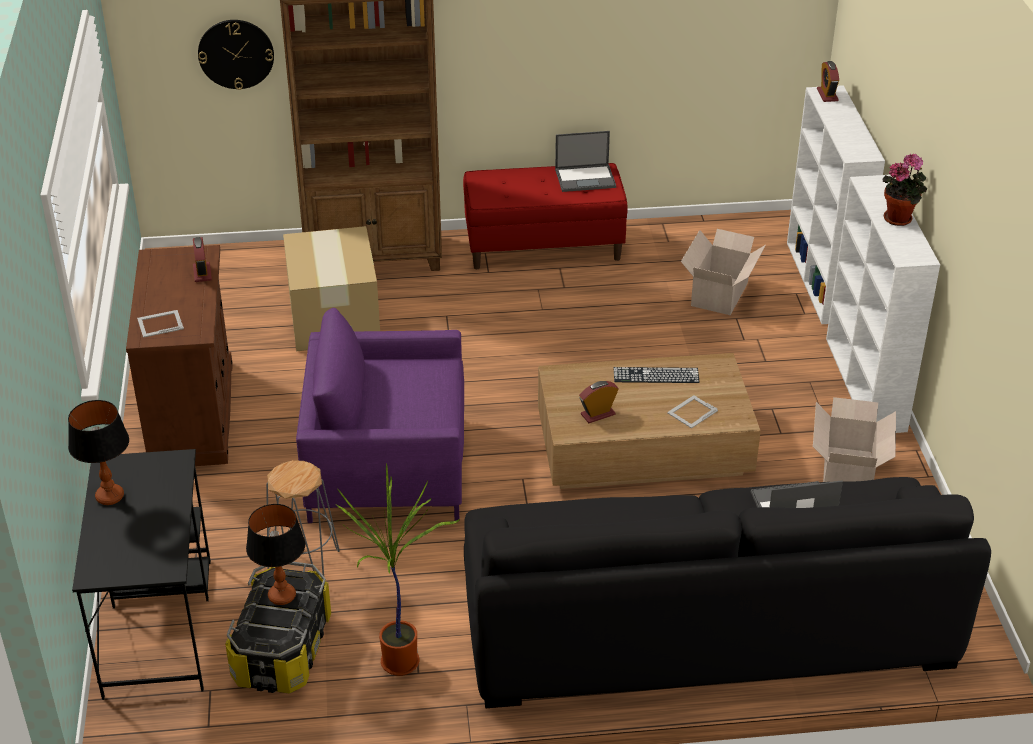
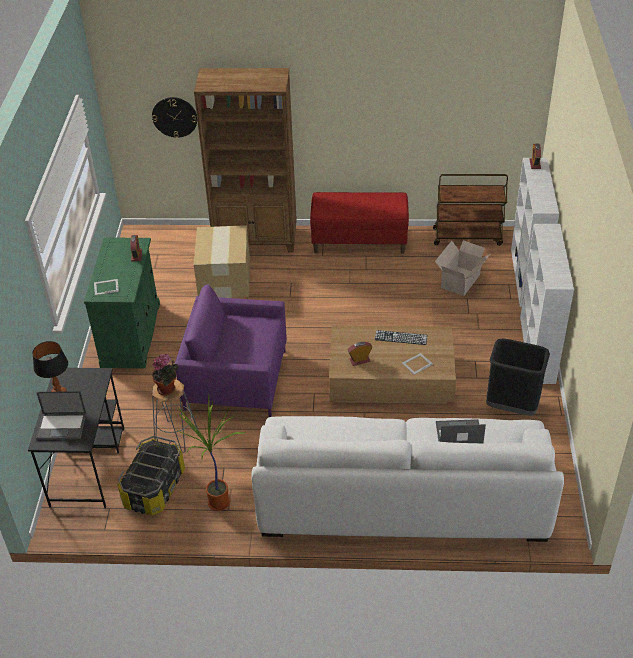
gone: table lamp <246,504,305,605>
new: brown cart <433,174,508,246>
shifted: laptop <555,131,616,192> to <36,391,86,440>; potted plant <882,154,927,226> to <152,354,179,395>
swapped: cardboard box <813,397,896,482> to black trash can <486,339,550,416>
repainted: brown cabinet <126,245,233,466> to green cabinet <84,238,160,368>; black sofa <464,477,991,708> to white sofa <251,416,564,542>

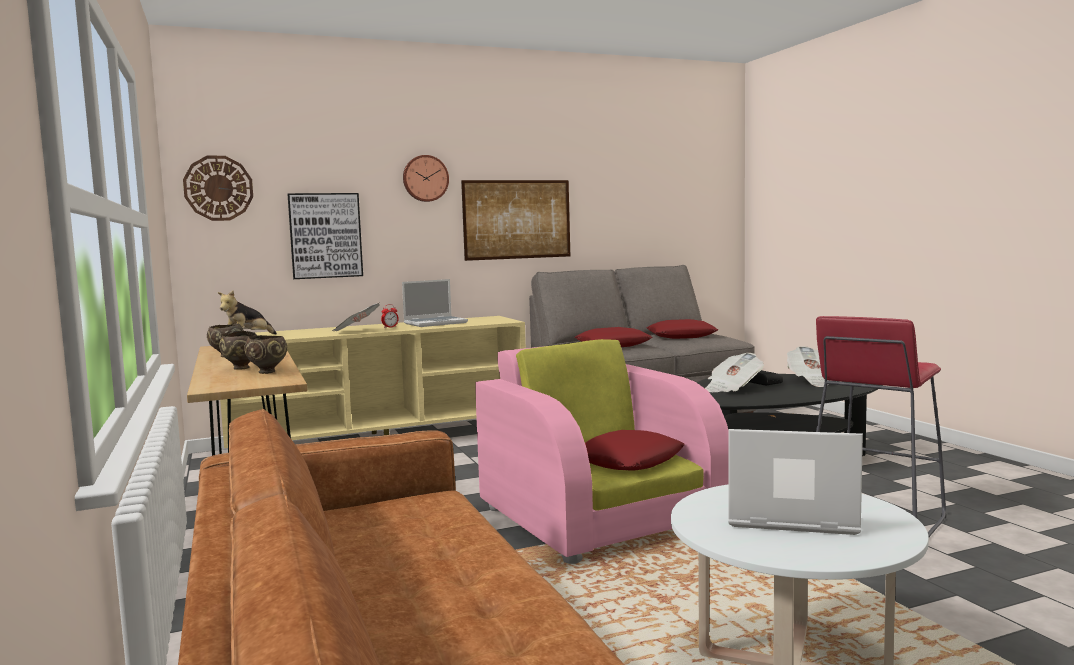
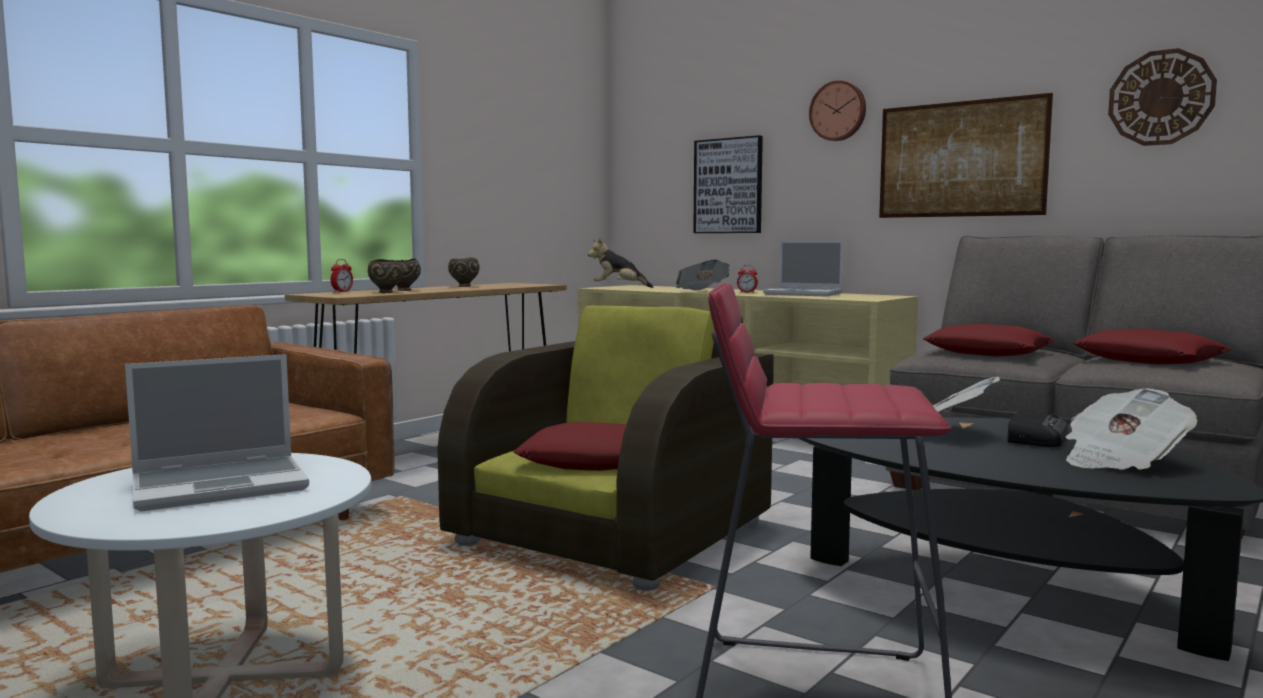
new: alarm clock <331,259,353,292>
shifted: wall clock <183,156,253,221> to <1108,48,1217,146>
repainted: pink armchair <475,339,729,564> to brown armchair <437,305,774,591>
rotated: laptop <729,429,863,535> = <125,354,309,512> 75 degrees clockwise

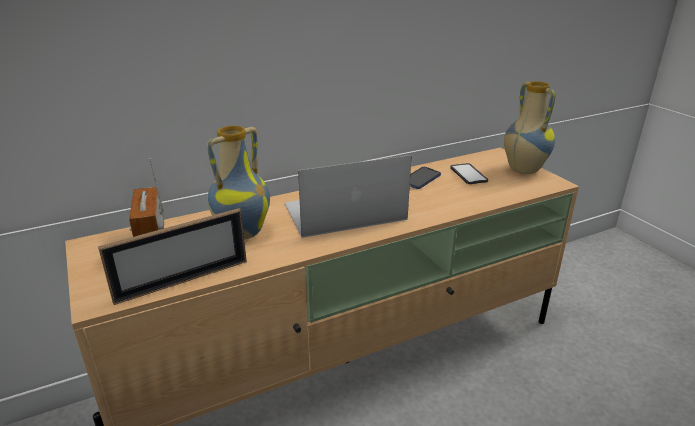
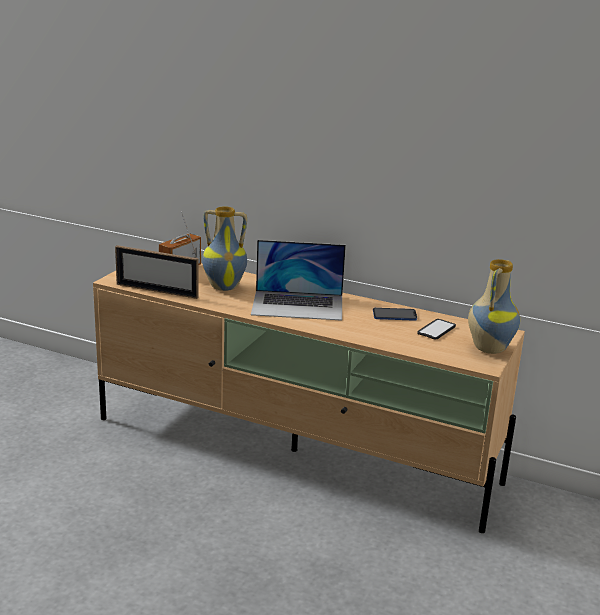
rotated: laptop <284,155,412,238> = <251,240,346,321> 150 degrees clockwise

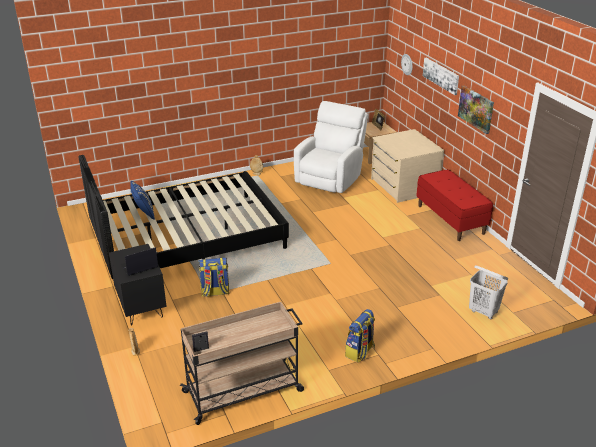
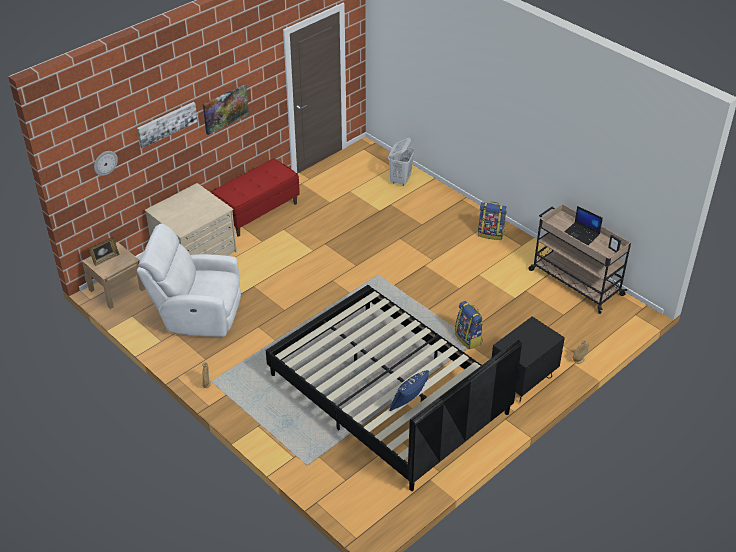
shifted: laptop <121,247,158,276> to <564,206,603,245>

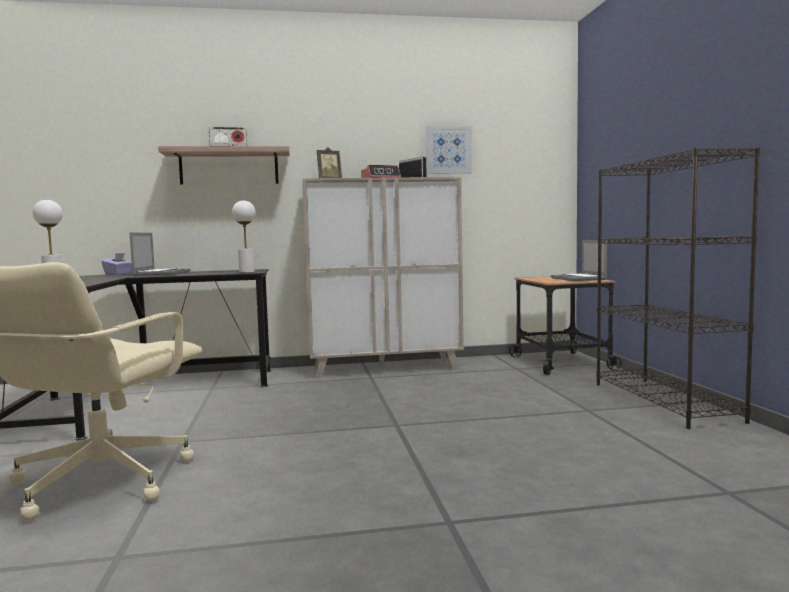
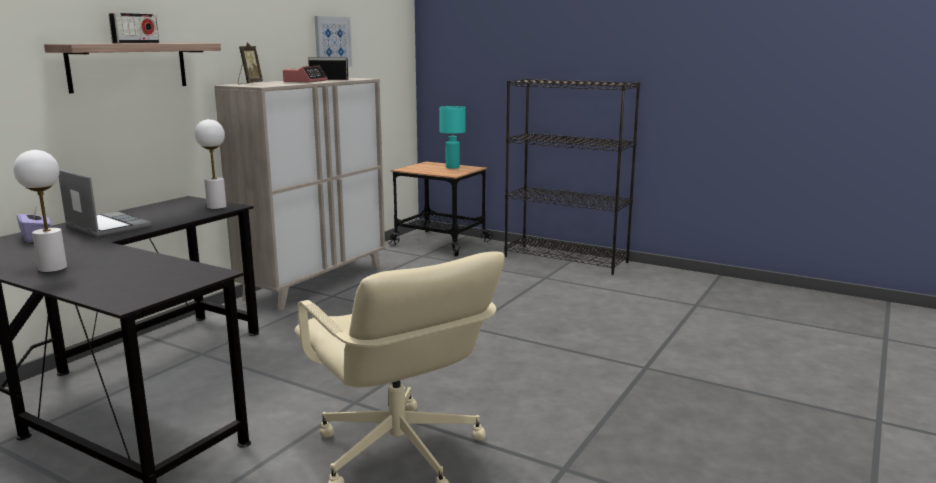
swapped: laptop <551,240,607,281> to turquoise table lamp <439,106,466,169>

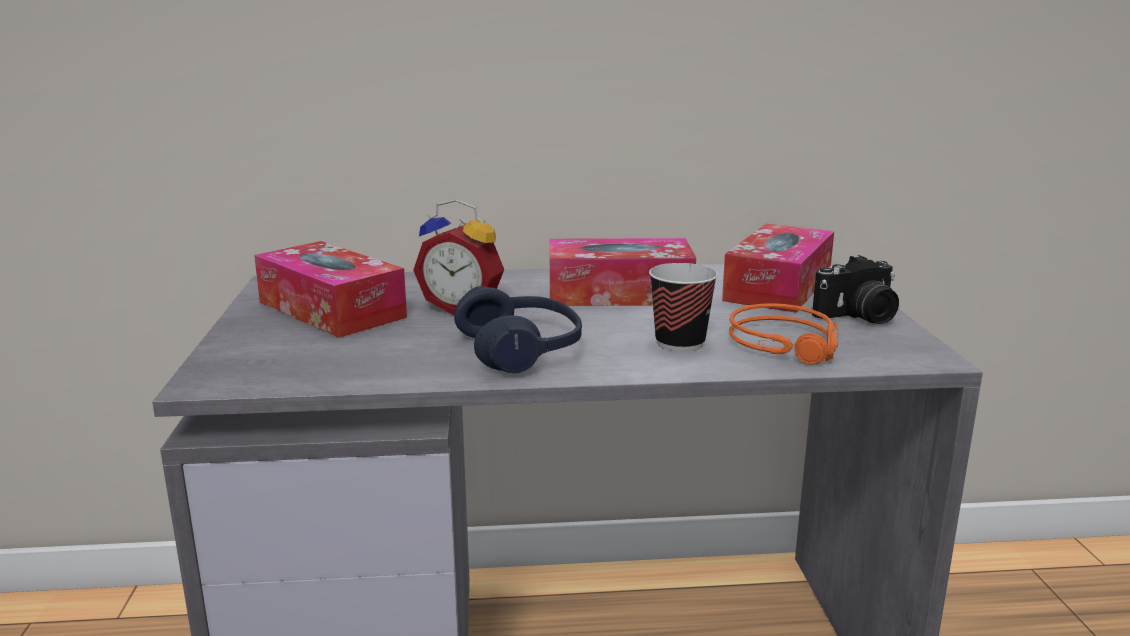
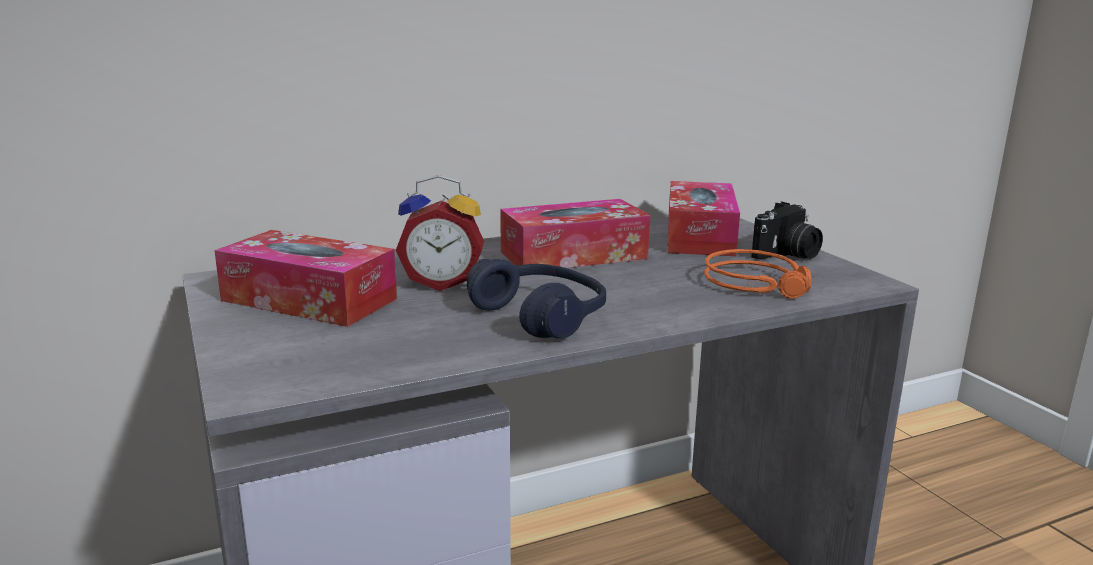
gone: cup <649,263,718,352>

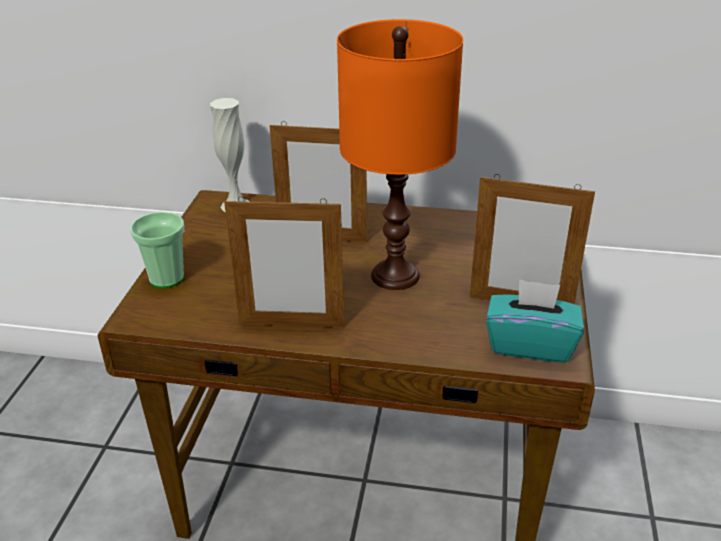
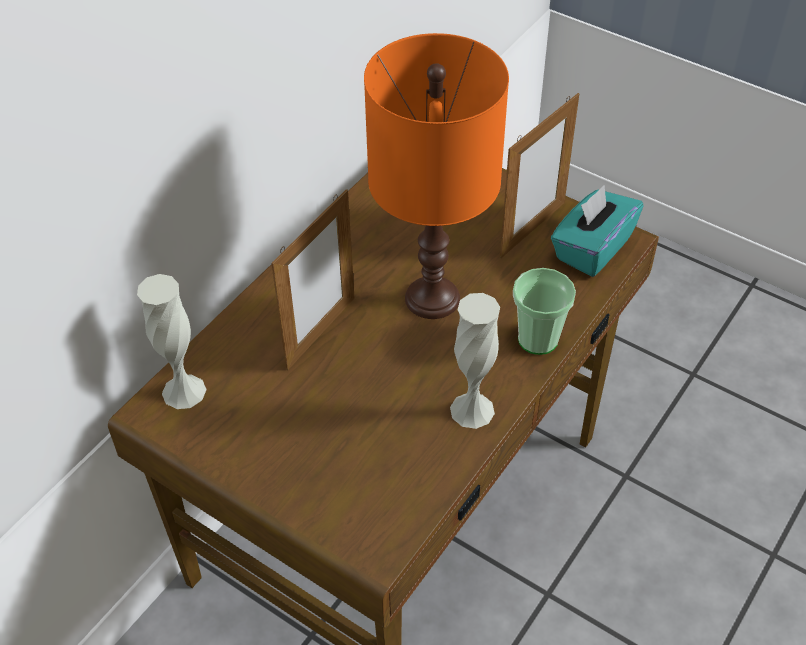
shifted: cup <130,212,184,288> to <513,268,576,355>
swapped: picture frame <224,197,344,328> to white vase <450,293,500,429>

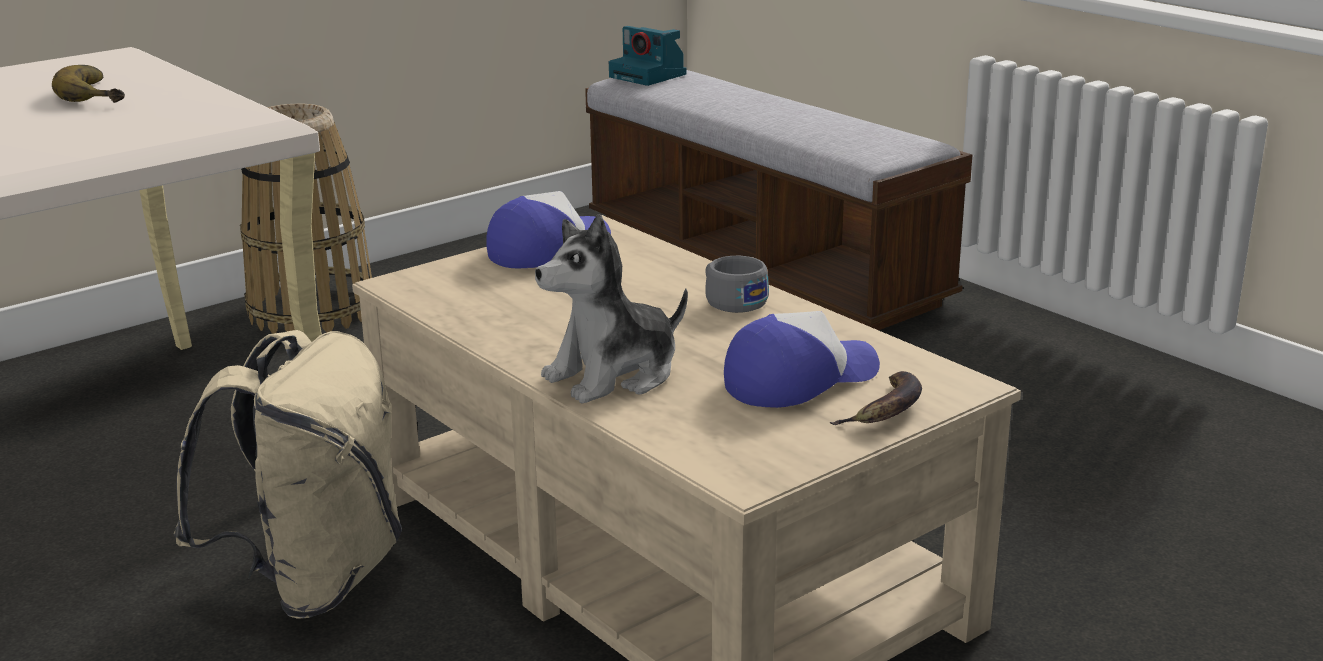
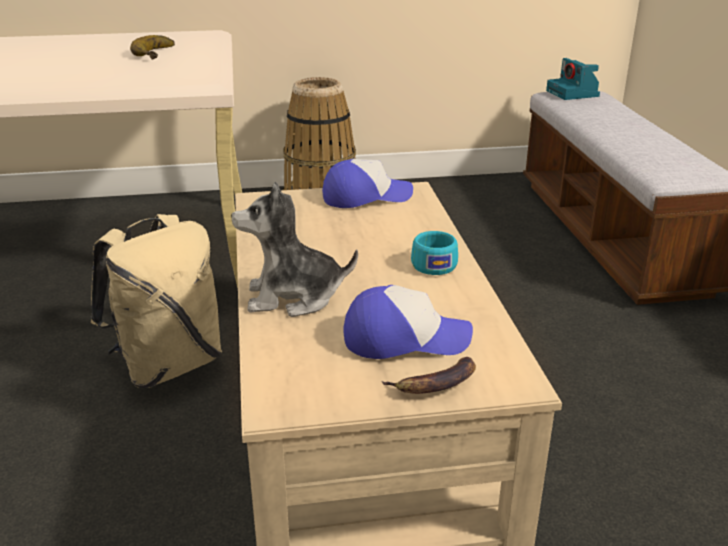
repainted: grey cup <705,256,769,313> to turquoise cup <411,231,458,275>

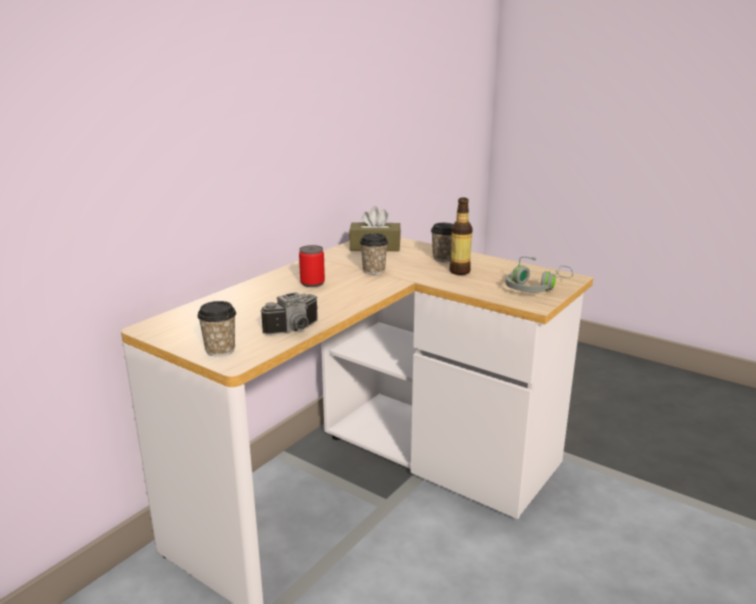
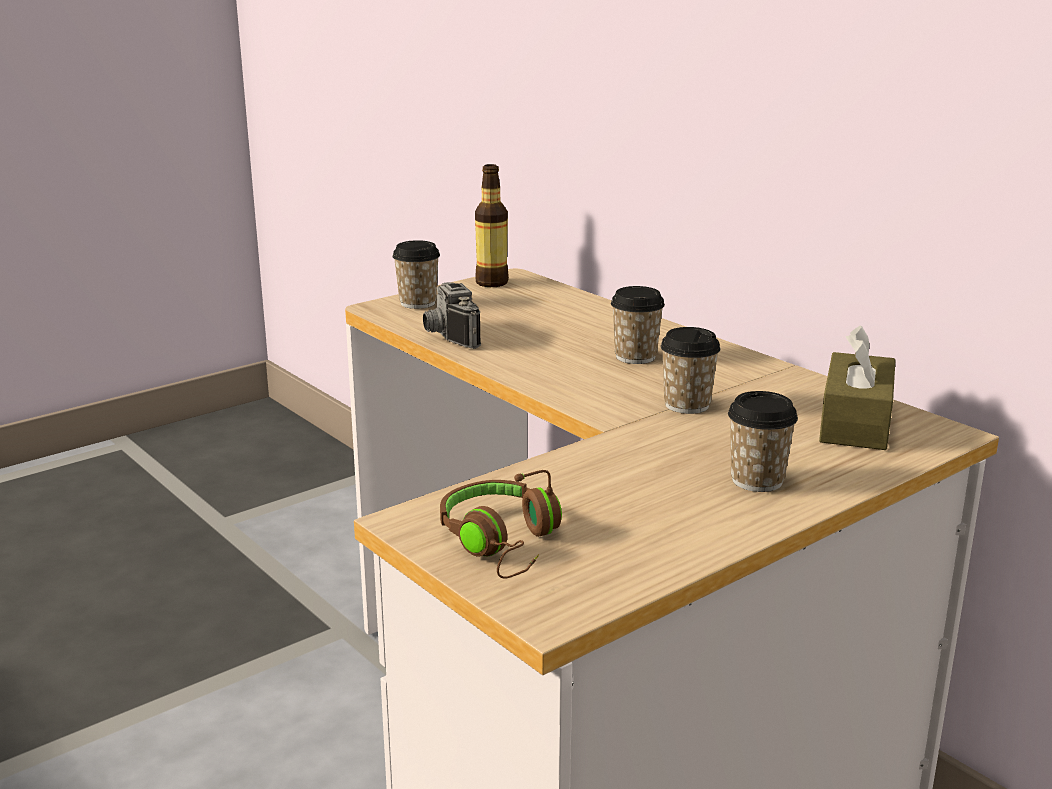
shifted: bottle <449,198,473,275> to <475,164,509,287>
swapped: can <299,245,325,287> to cup <611,286,665,364>
repainted: grey headphones <505,256,573,292> to brown headphones <440,470,562,579>

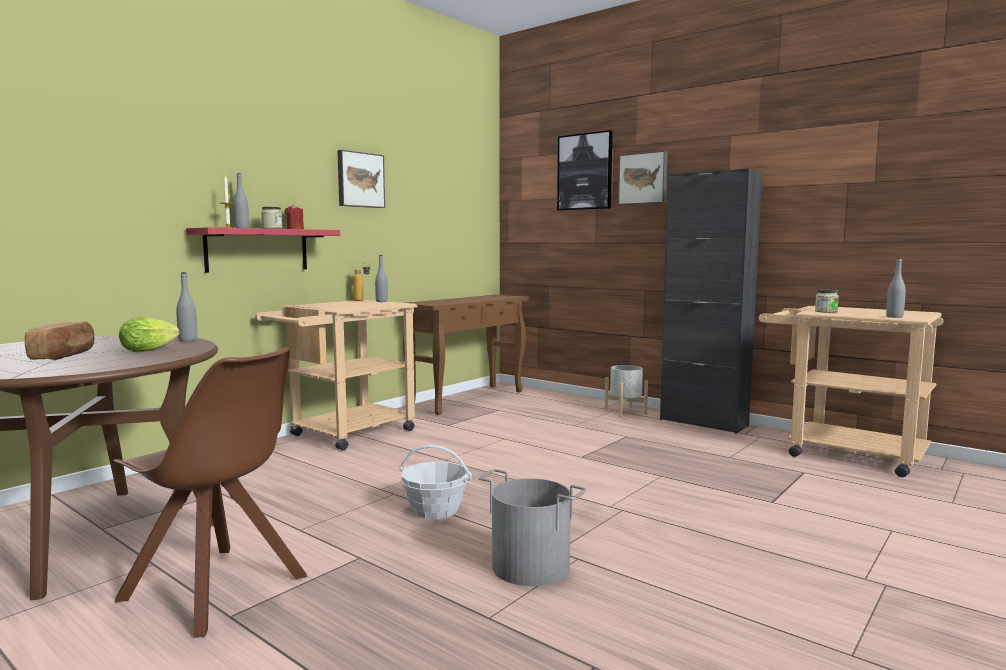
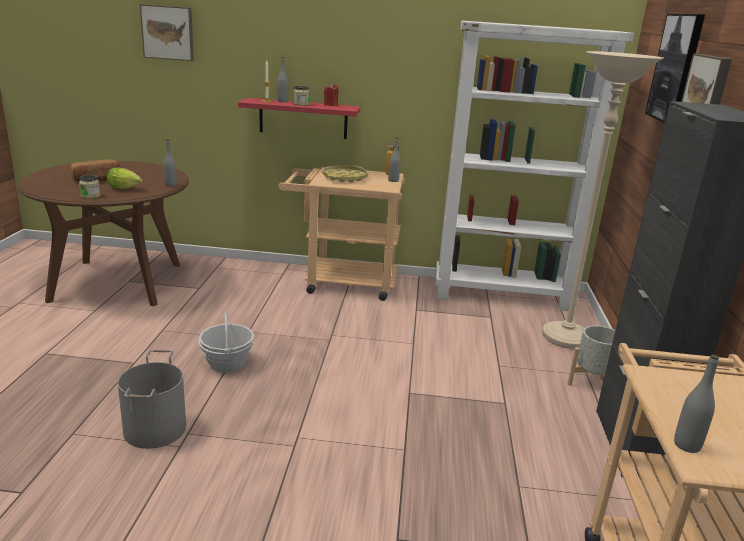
gone: brown chair <113,347,307,638>
new: beige floor lamp <542,51,664,349>; yellow tray <322,165,368,183>
shifted: picture <337,150,385,208> to <140,4,194,61>; jar <815,289,839,313> to <79,175,101,199>
swapped: brown console table <403,295,529,415> to white bookcase <436,21,634,311>

